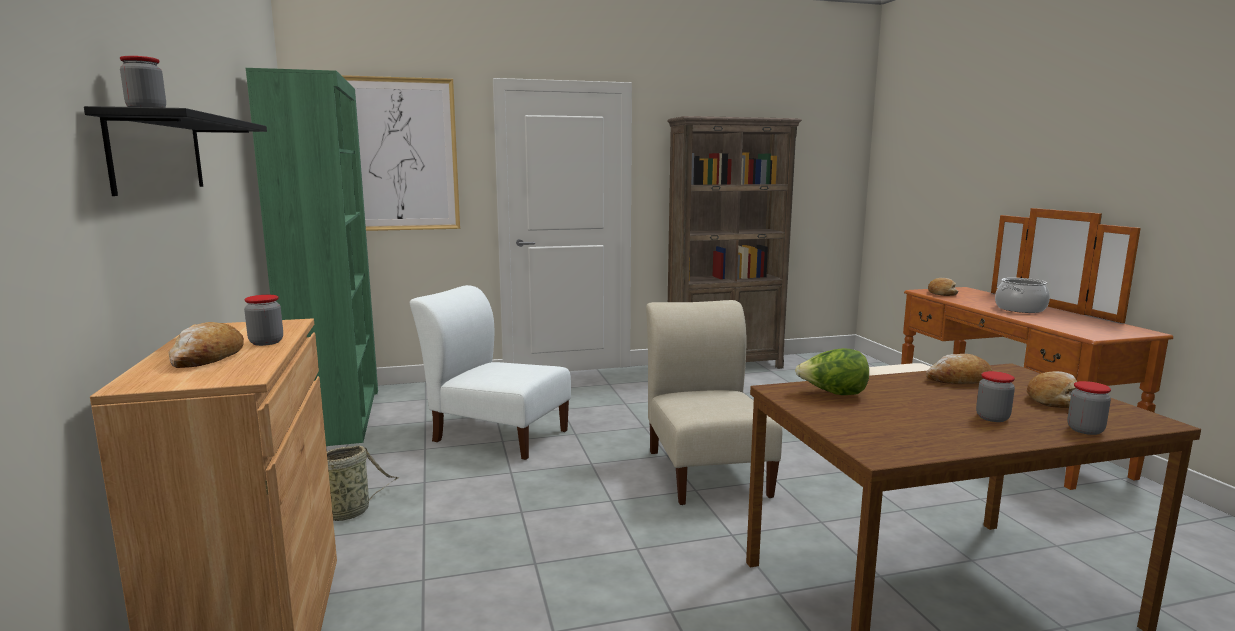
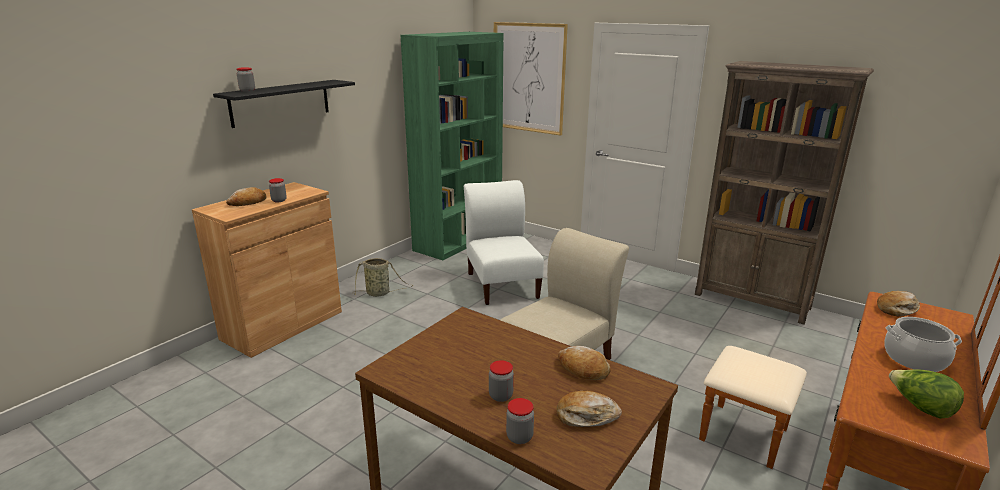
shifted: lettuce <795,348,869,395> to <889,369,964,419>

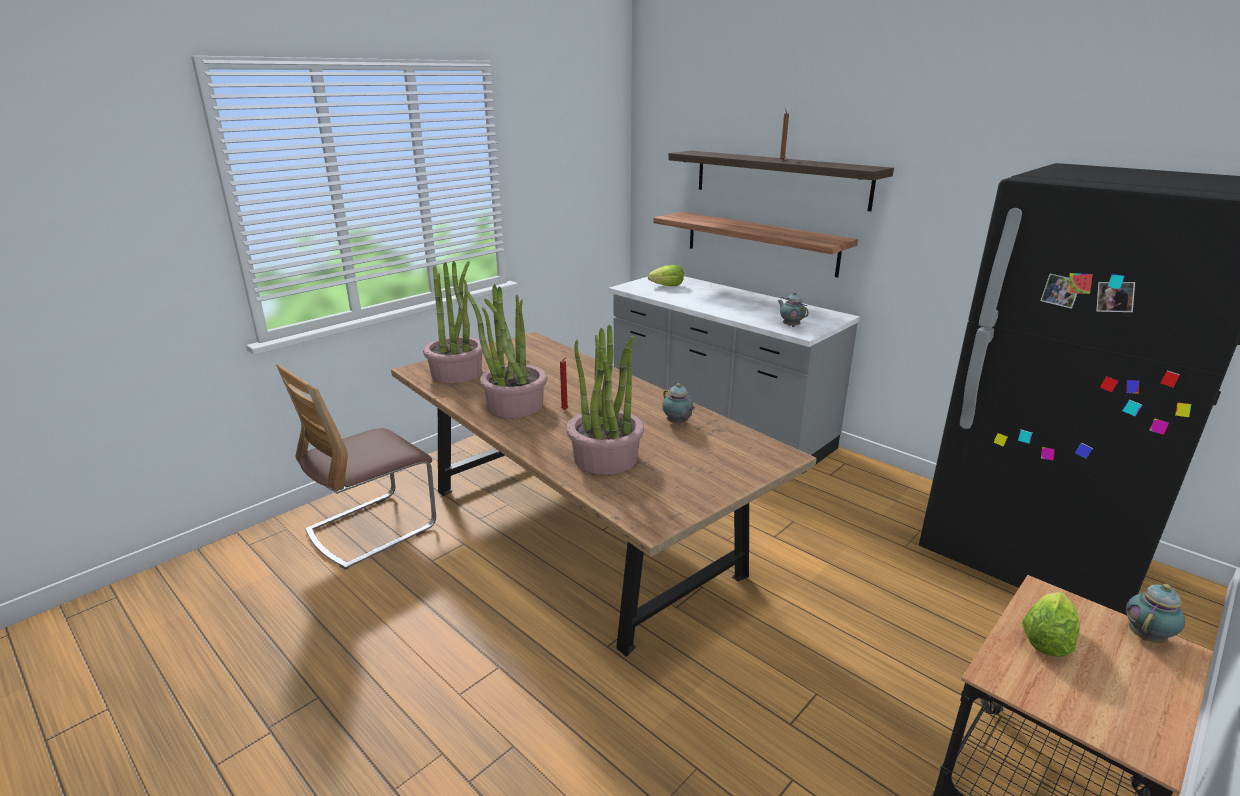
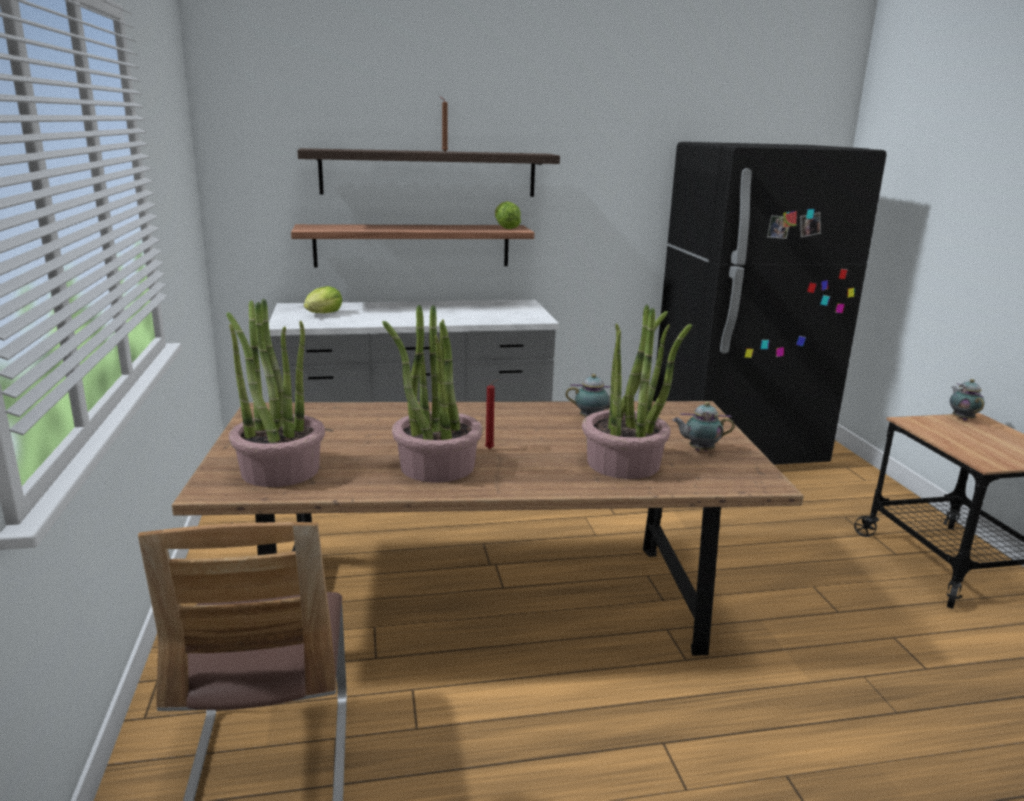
shifted: teapot <778,292,809,327> to <673,402,735,451>; lettuce <1022,592,1080,657> to <495,201,521,229>

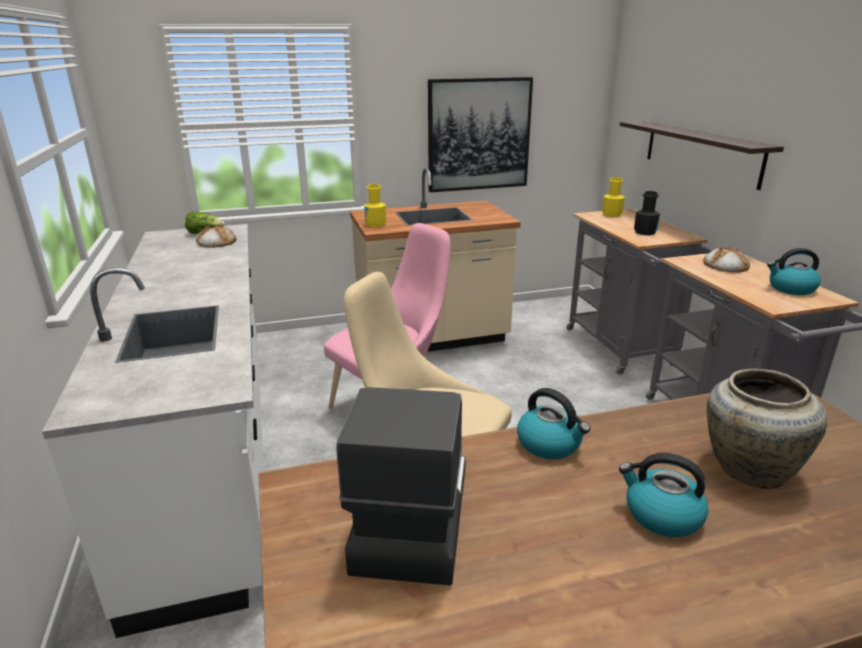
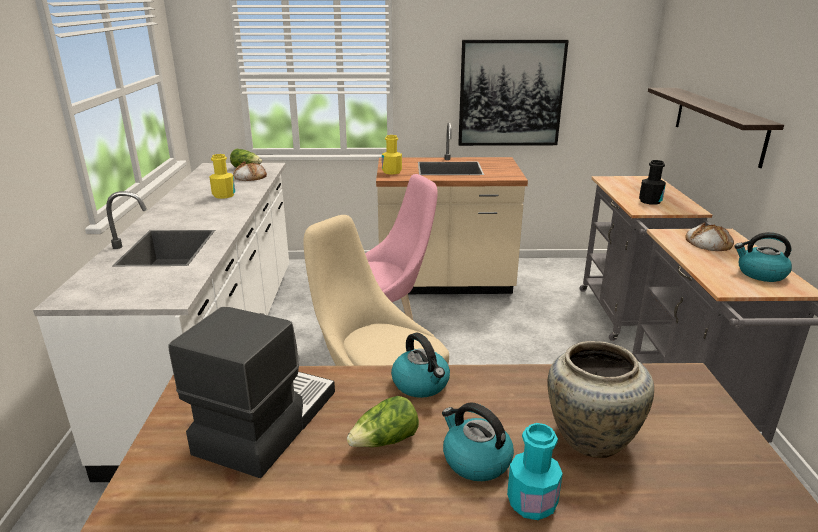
new: lettuce <347,396,419,447>; turquoise bottle <507,423,563,520>
shifted: yellow bottle <602,177,625,217> to <209,154,235,199>

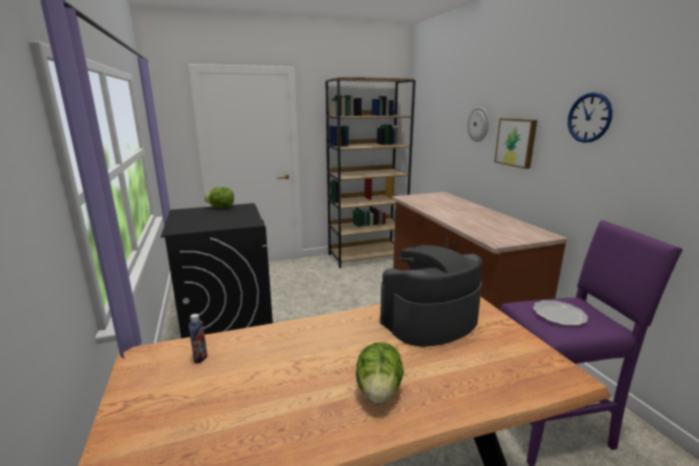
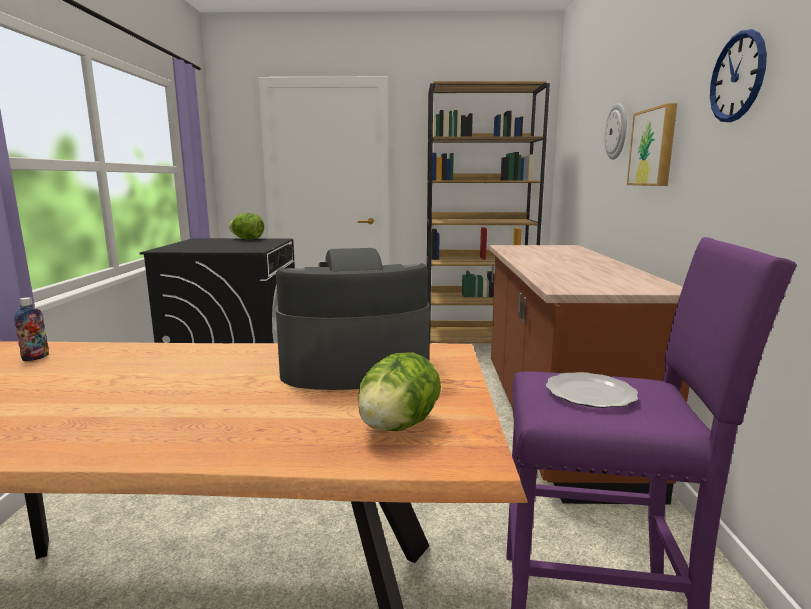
shifted: lettuce <356,342,404,403> to <358,353,441,431>

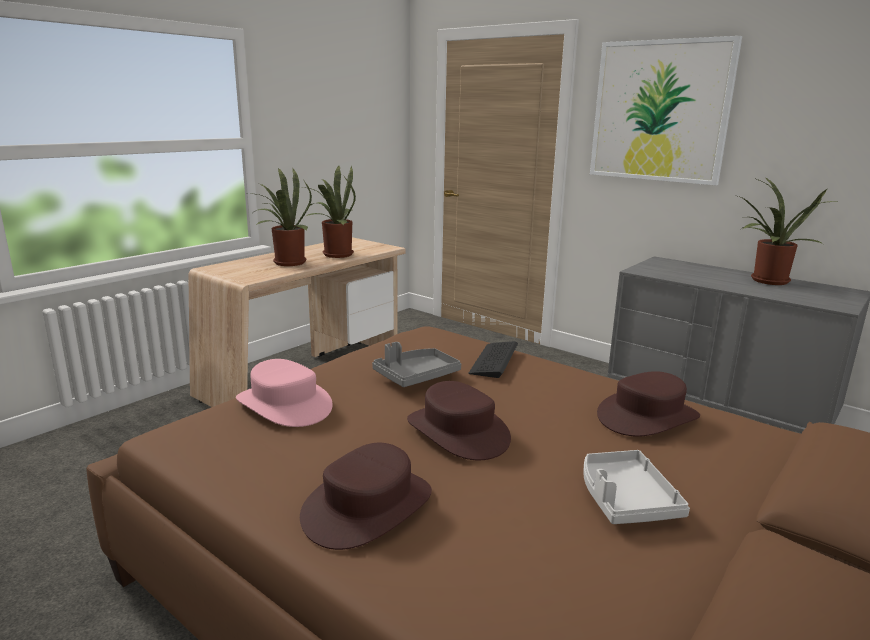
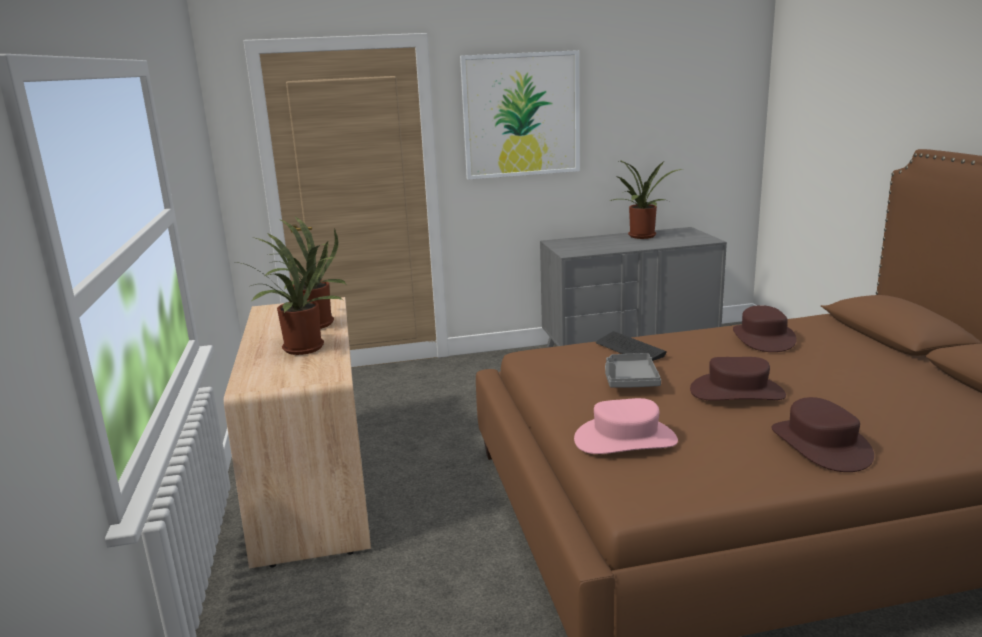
gone: grey tray <583,450,690,524>

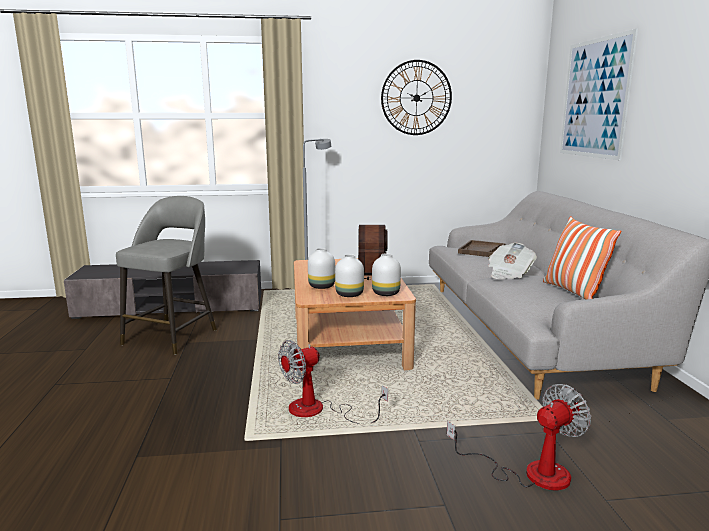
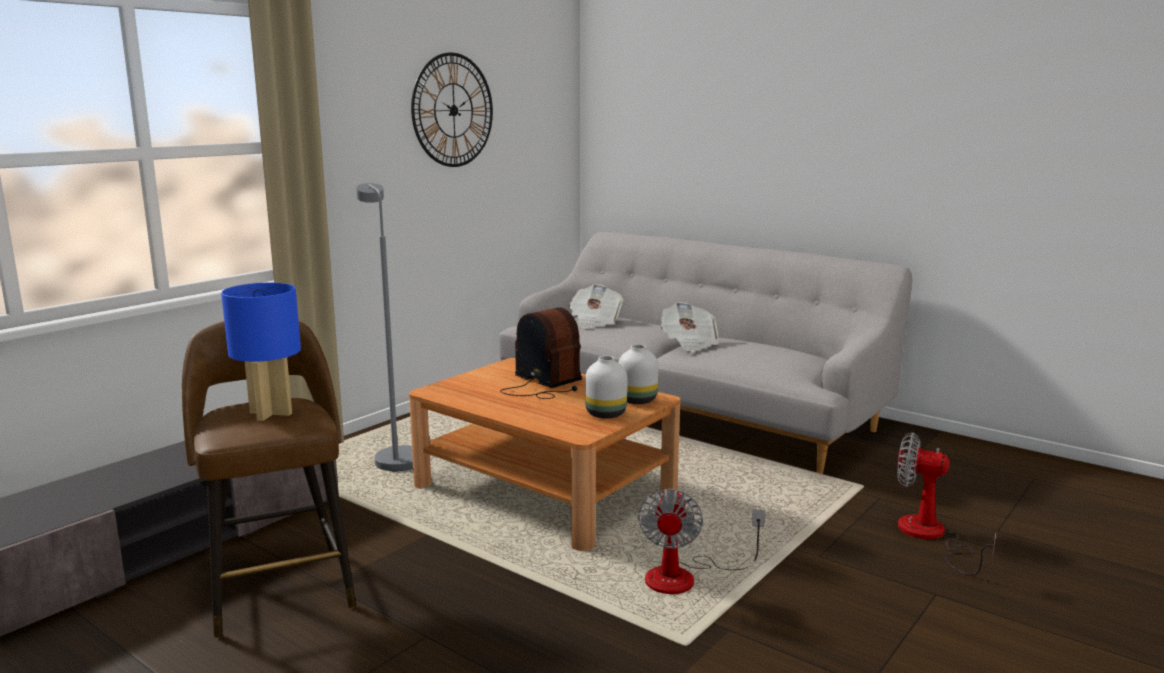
gone: picture <560,29,638,160>; pillow <543,216,621,300>; white vase <308,248,335,289>
new: blue table lamp <221,283,301,421>
swapped: brown tray <458,240,505,257> to newspaper <569,284,624,328>
repainted: grey stool <116,196,217,355> to brown stool <182,321,356,638>
rotated: fan <447,384,591,490> = <897,433,996,575> 75 degrees counterclockwise

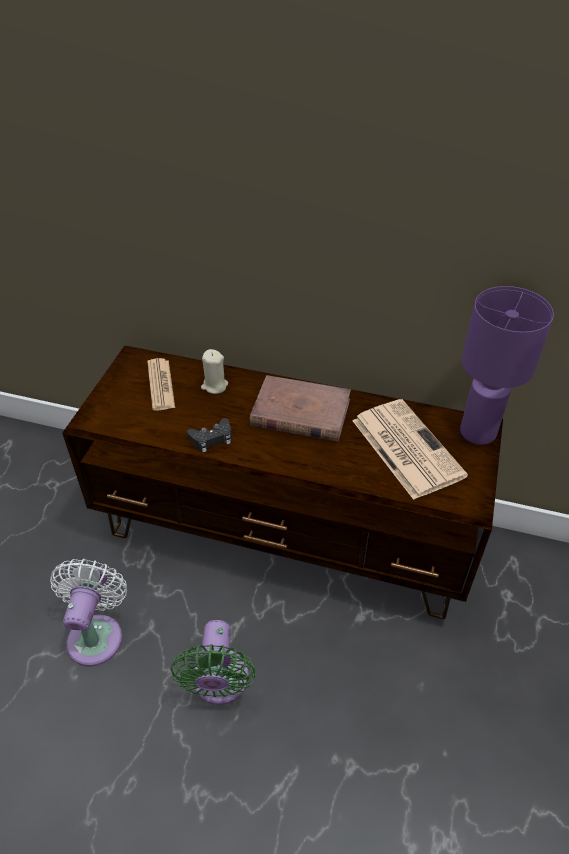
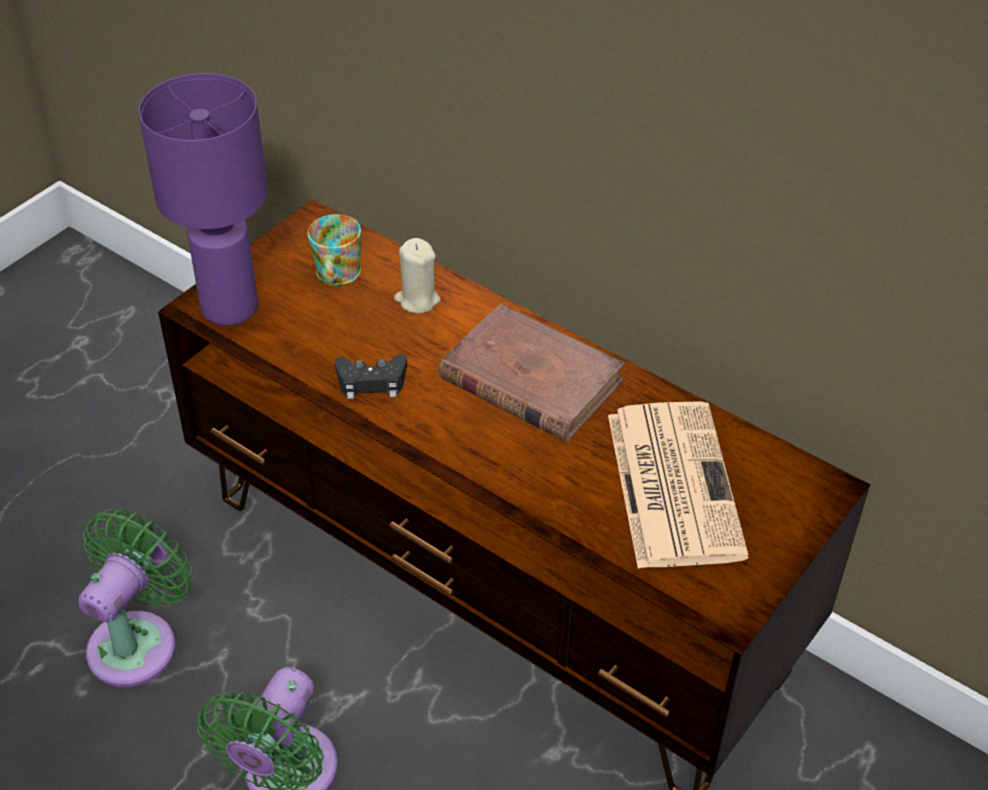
shifted: purple table lamp <460,286,554,445> to <139,73,268,326>
swapped: newspaper <147,358,175,411> to mug <307,214,361,286>
repainted: white fan <50,559,127,667> to green fan <78,509,192,687>

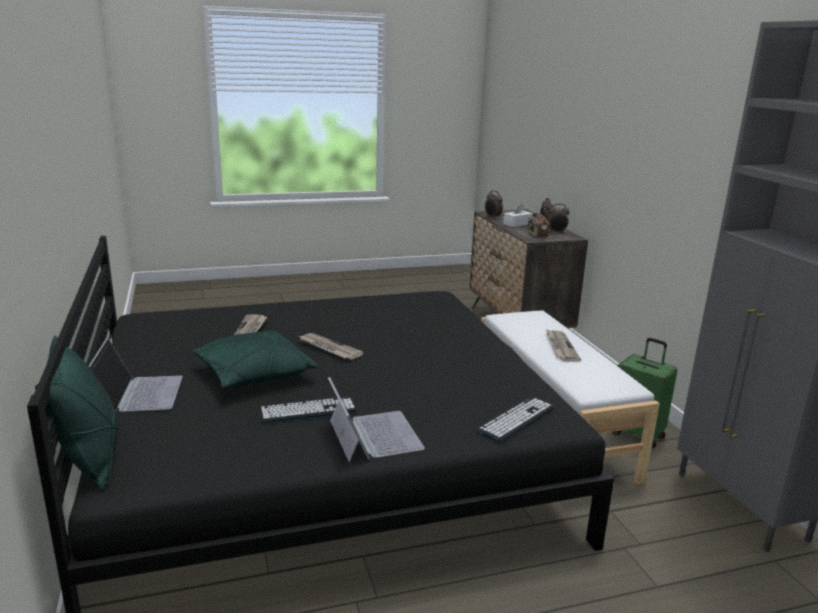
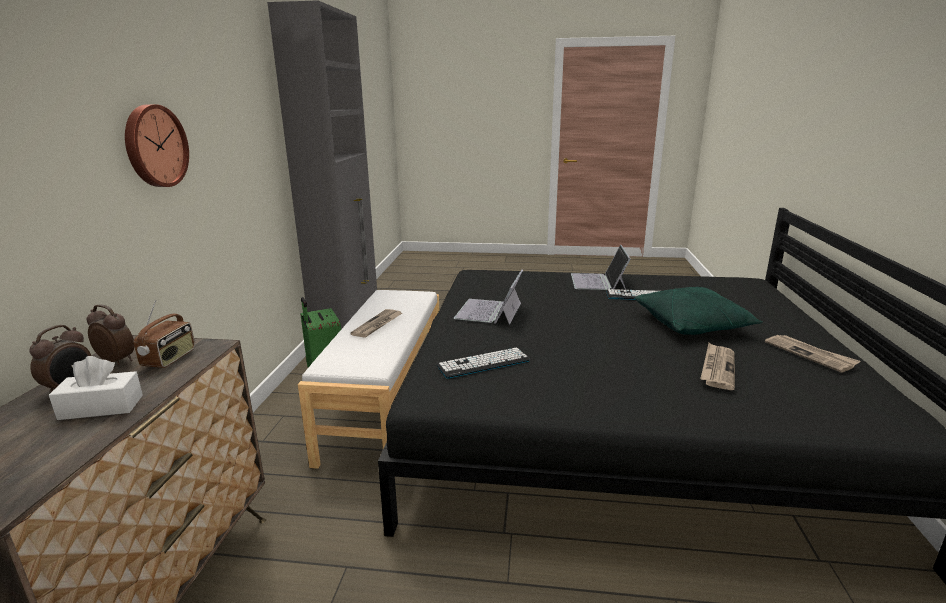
gone: alarm clock <485,190,503,218>; green pillow <35,335,119,491>
new: wall clock <125,104,189,187>
shifted: newspaper <299,333,364,360> to <765,335,861,373>; laptop <89,338,183,412> to <454,270,523,325>; keyboard <476,397,554,442> to <437,347,530,379>

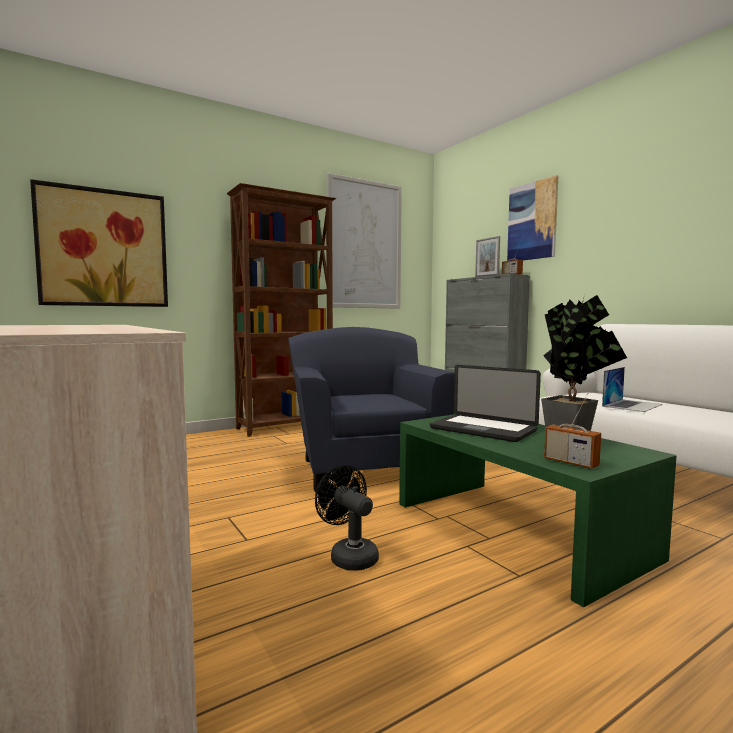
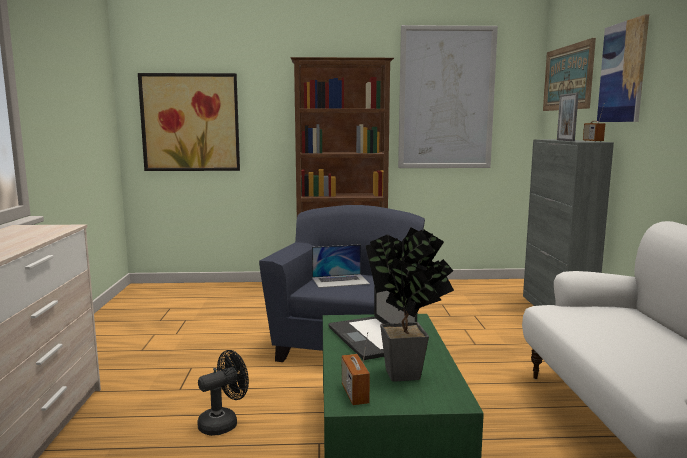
new: picture <543,38,596,111>
shifted: laptop <602,367,662,412> to <312,244,370,288>
rotated: black fan <315,465,379,571> = <197,350,249,436> 60 degrees clockwise

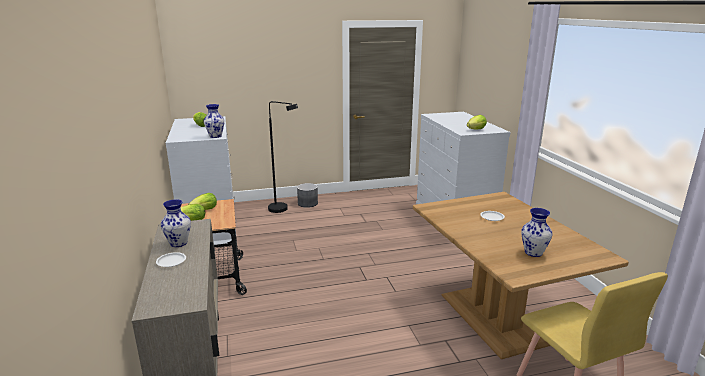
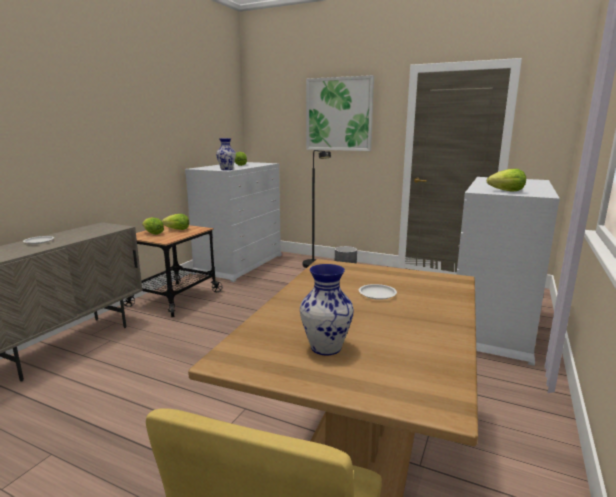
gone: vase <161,199,191,247>
new: picture <306,75,374,151>

